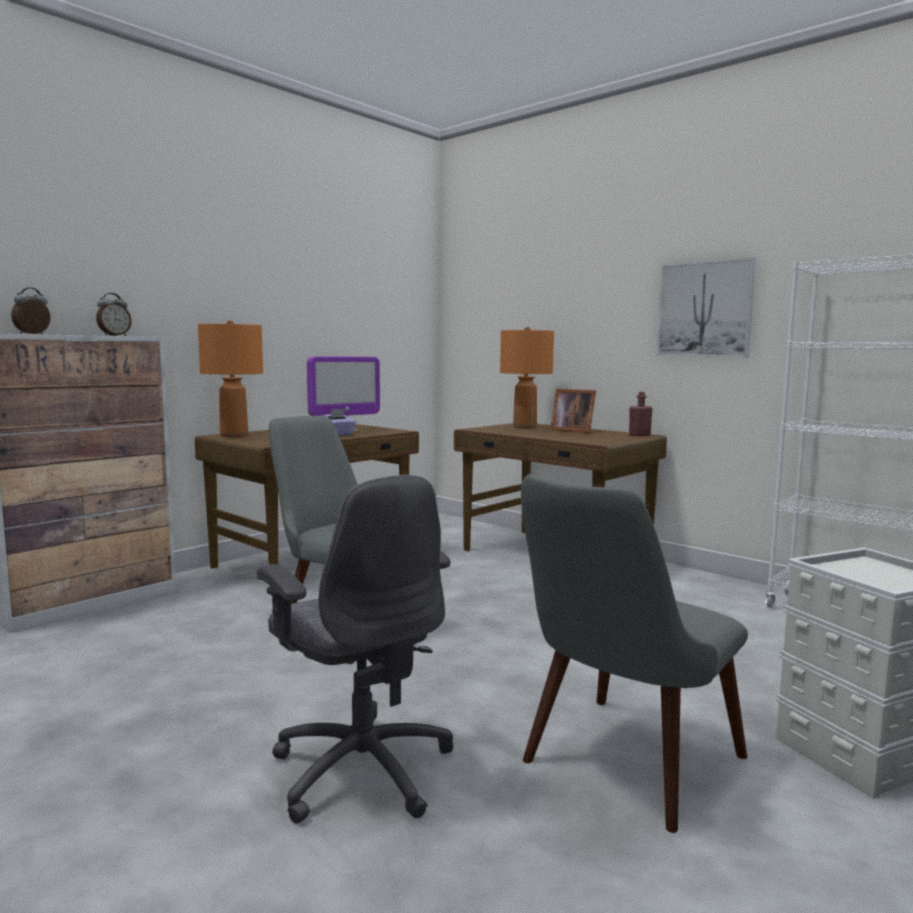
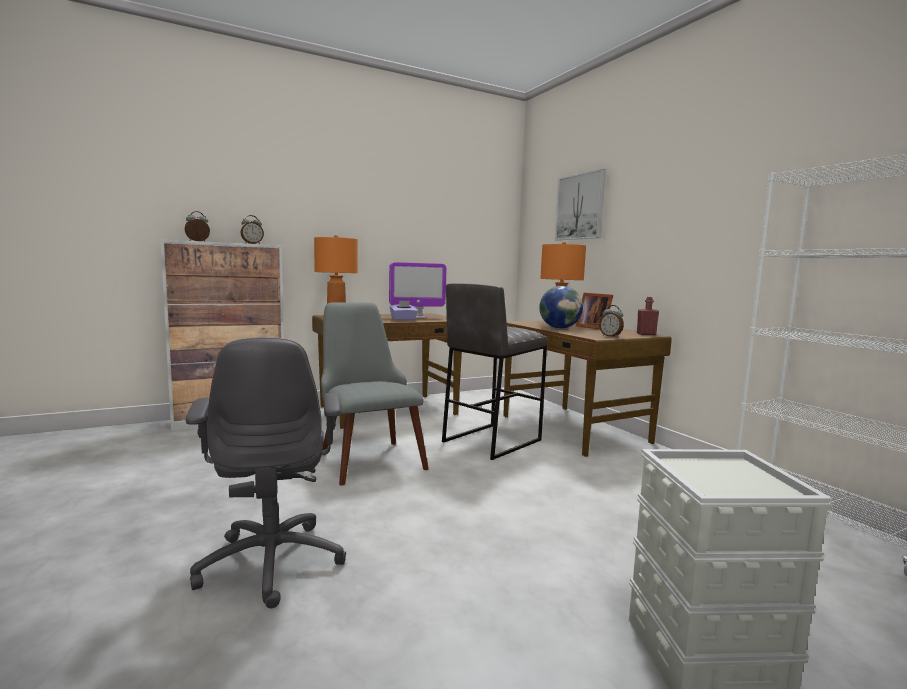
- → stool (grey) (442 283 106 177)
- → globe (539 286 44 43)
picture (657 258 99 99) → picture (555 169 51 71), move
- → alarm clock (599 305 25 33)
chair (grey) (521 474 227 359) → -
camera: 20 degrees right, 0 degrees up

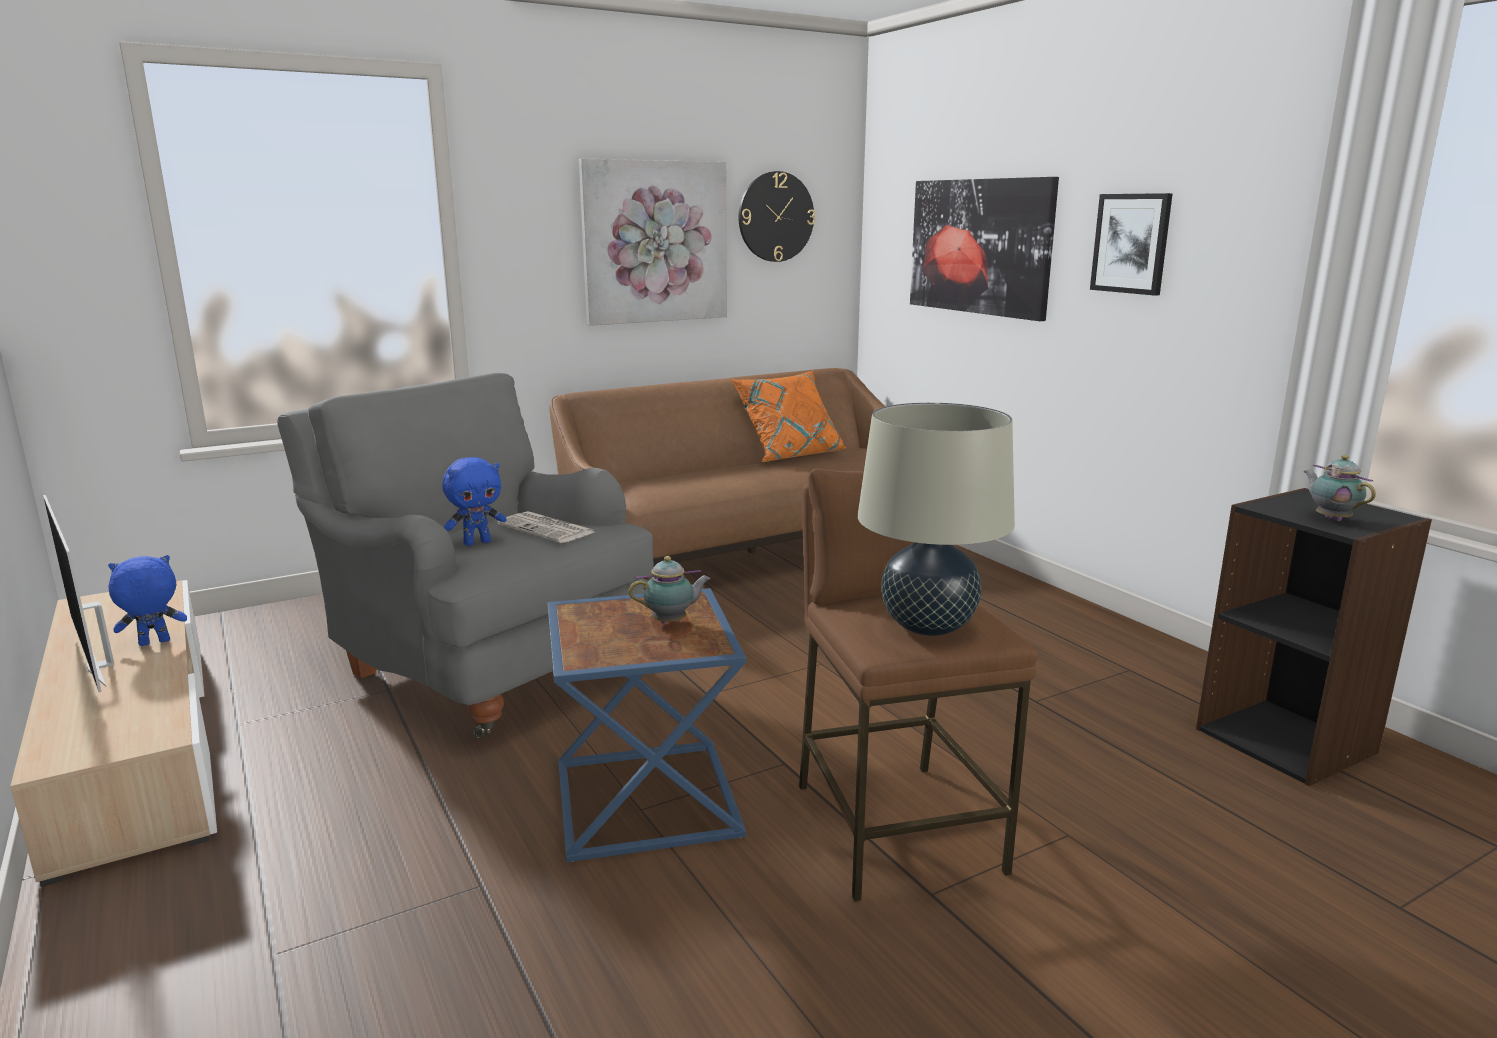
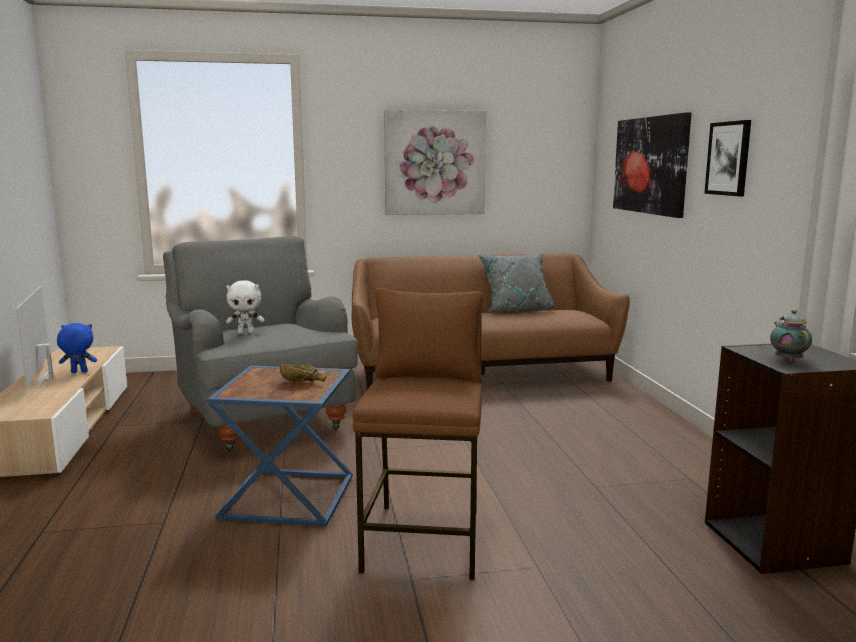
plush toy (blue) (442 457 64 89) → plush toy (white) (226 280 39 54)
teapot (628 556 82 67) → bowl (brown) (279 364 47 17)
pillow (orange) (731 371 115 91) → pillow (grey) (478 253 80 59)
newspaper (497 511 97 32) → -
wall clock (739 171 76 91) → -
table lamp (beige) (858 403 157 233) → -
camera: 20 degrees right, 5 degrees down

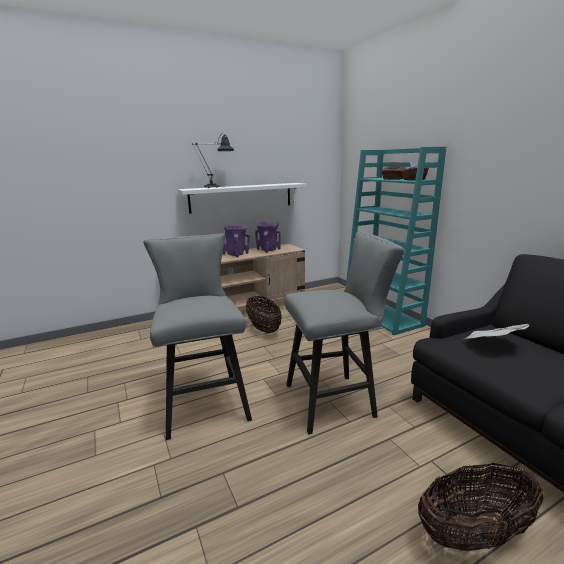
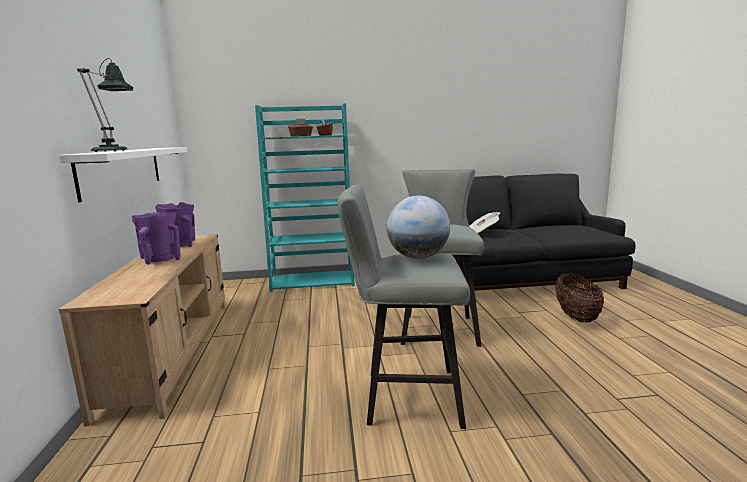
- → globe (387 196 63 63)
basket (246 296 35 37) → -
camera: 70 degrees left, 5 degrees down

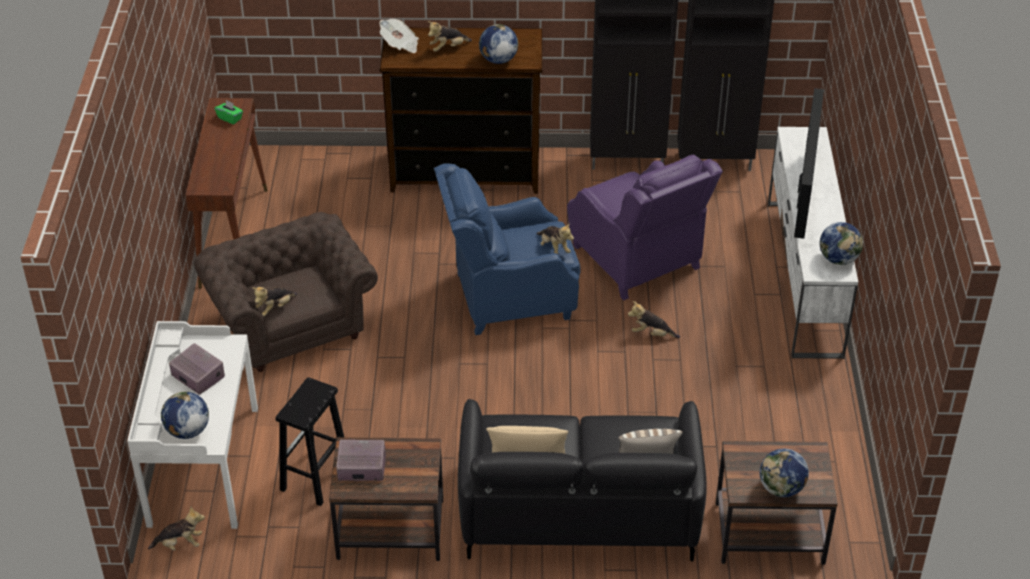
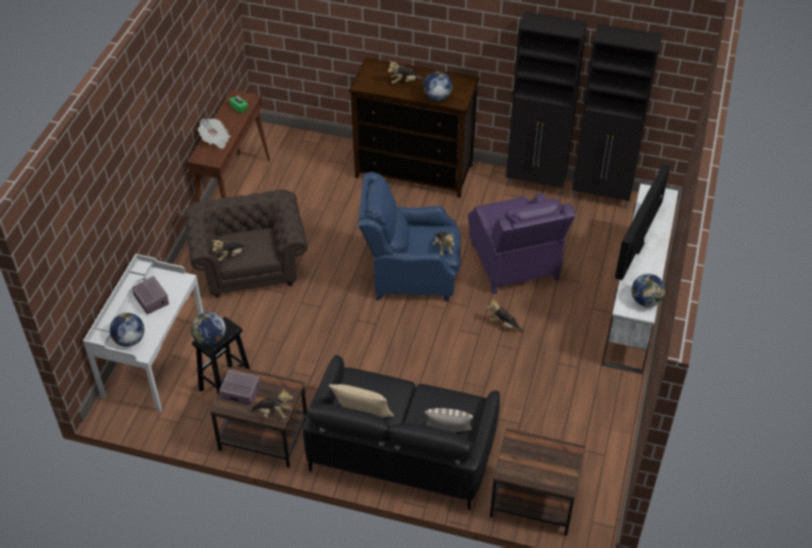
globe (760 449 49 48) → globe (191 312 35 34), move
newspaper (379 19 40 34) → newspaper (198 118 33 31), move
plush toy (148 507 57 44) → plush toy (249 388 44 30), move
camera: 15 degrees right, 5 degrees up

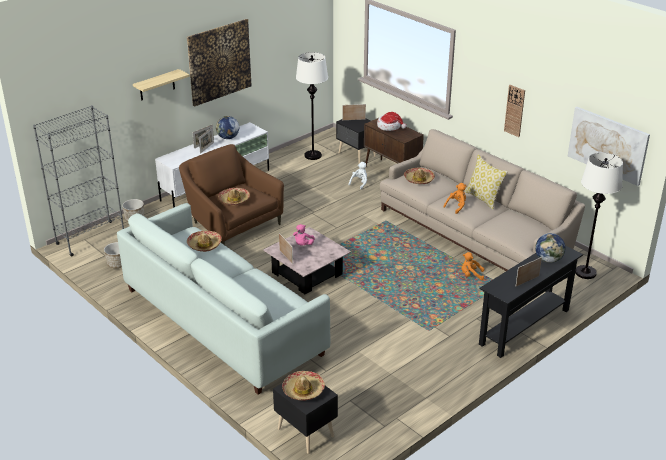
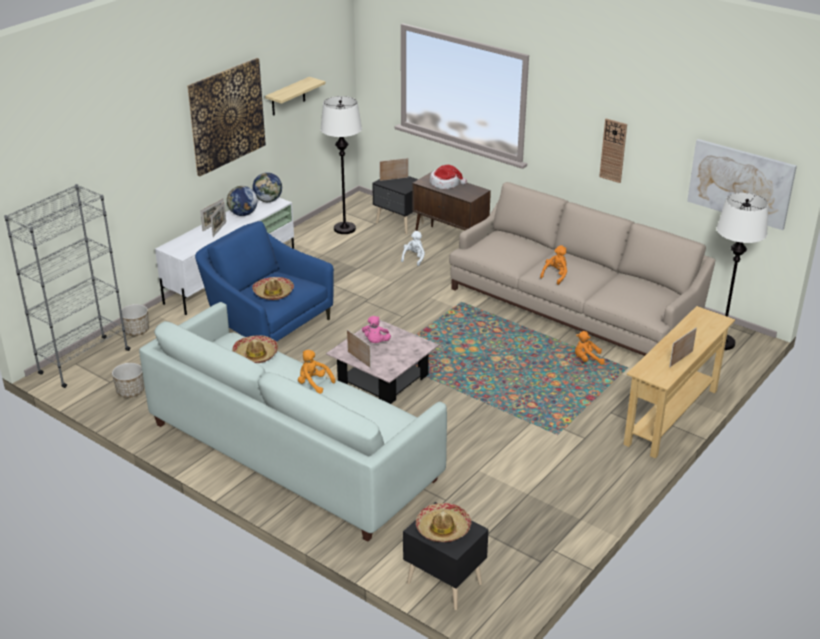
armchair (brown) (179 144 105 101) → armchair (blue) (195 221 139 121)
globe (535 233 31 30) → globe (253 172 29 30), move
shelf (133 69 57 32) → shelf (265 77 60 39), move
- → plush toy (orange) (298 350 38 44)
console table (black) (479 245 104 113) → console table (beige) (623 306 112 152)
hat (404 167 31 17) → -
pillow (465 154 43 56) → -
camera: 10 degrees left, 0 degrees up

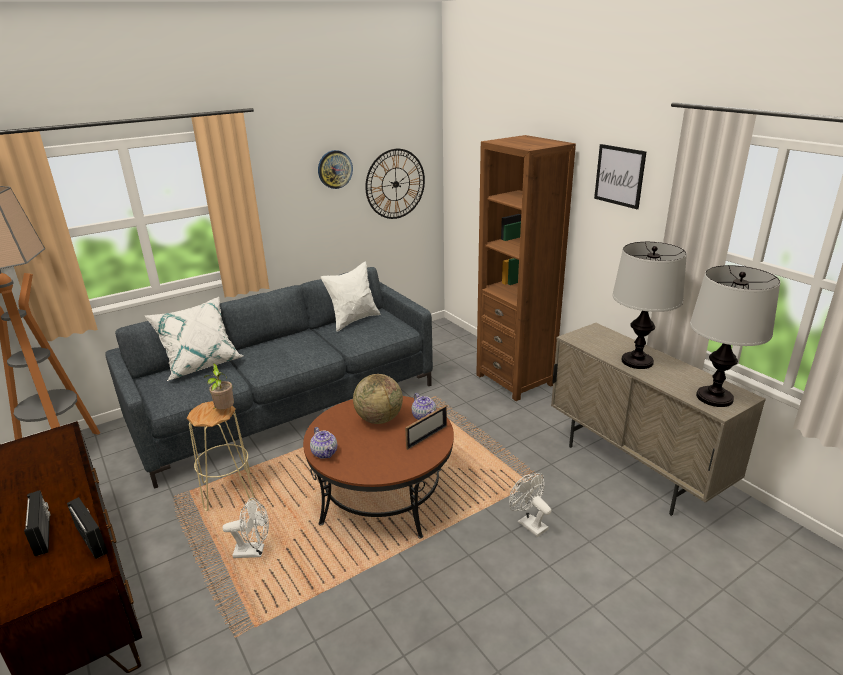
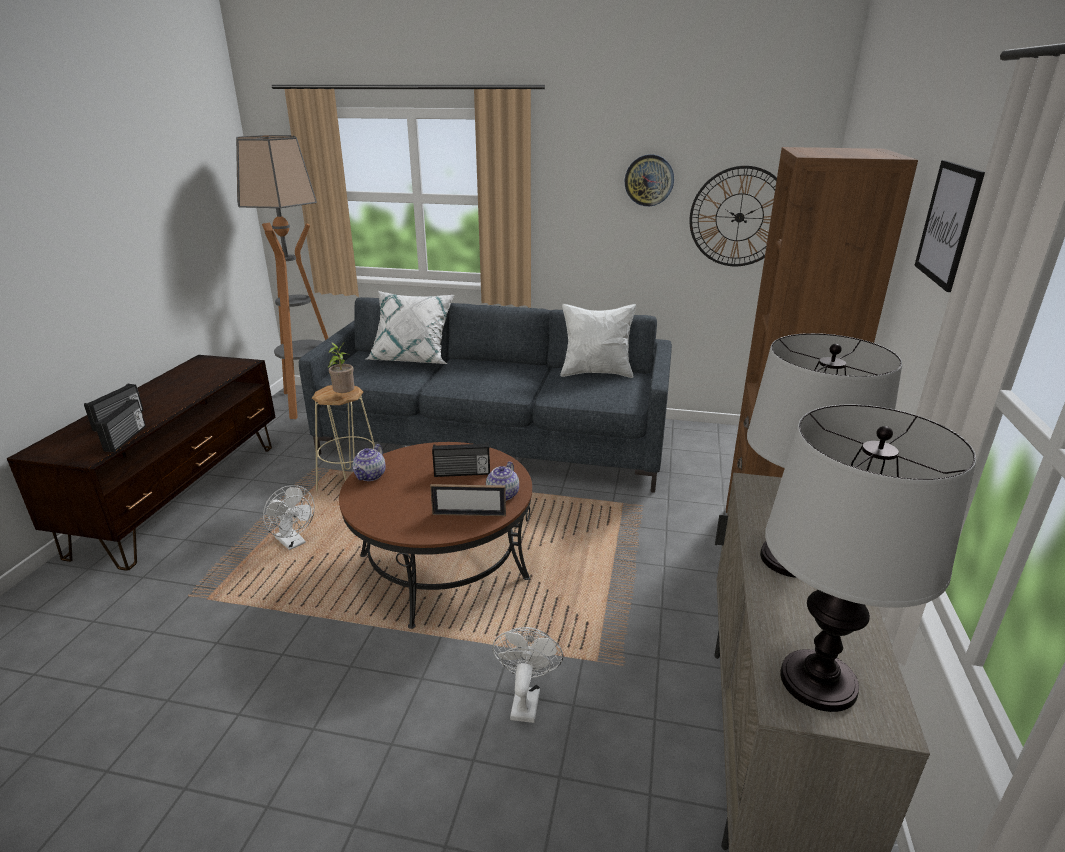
globe (353 374 50 50) → radio (432 442 58 35)
camera: 45 degrees right, 0 degrees up

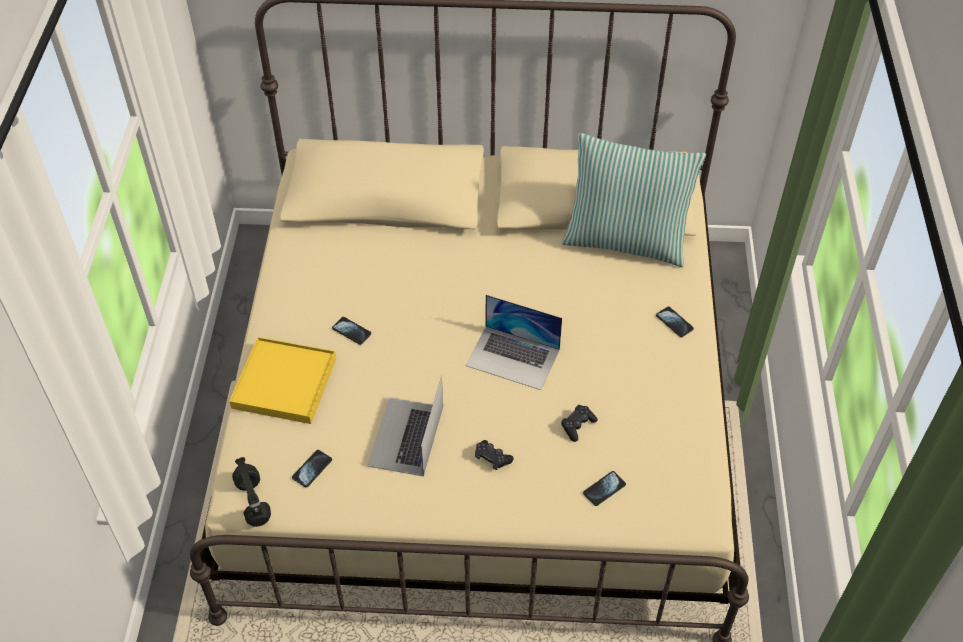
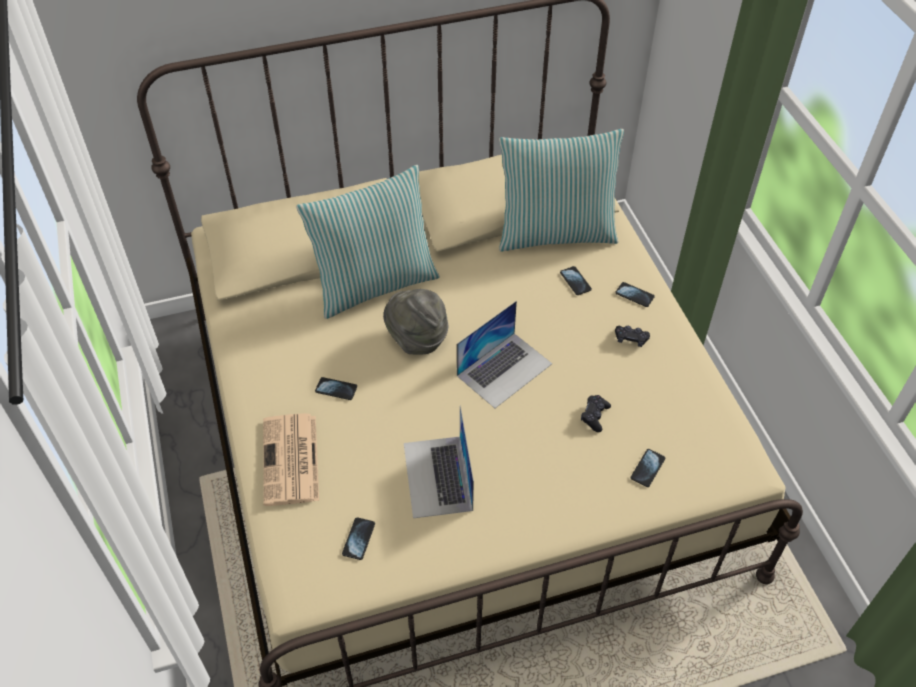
tray (yellow) (229 337 107 87) → newspaper (263 413 56 93)
- → pillow (296 165 144 154)
- → hat (grey) (383 289 65 65)
laptop (466 295 96 95) → laptop (457 301 95 107), 45 degrees counterclockwise
- → phone (560 266 32 29)
game controller (black) (475 440 39 30) → game controller (black) (615 326 35 21), move
headphones (black) (232 457 39 70) → -
camera: 20 degrees left, 0 degrees up

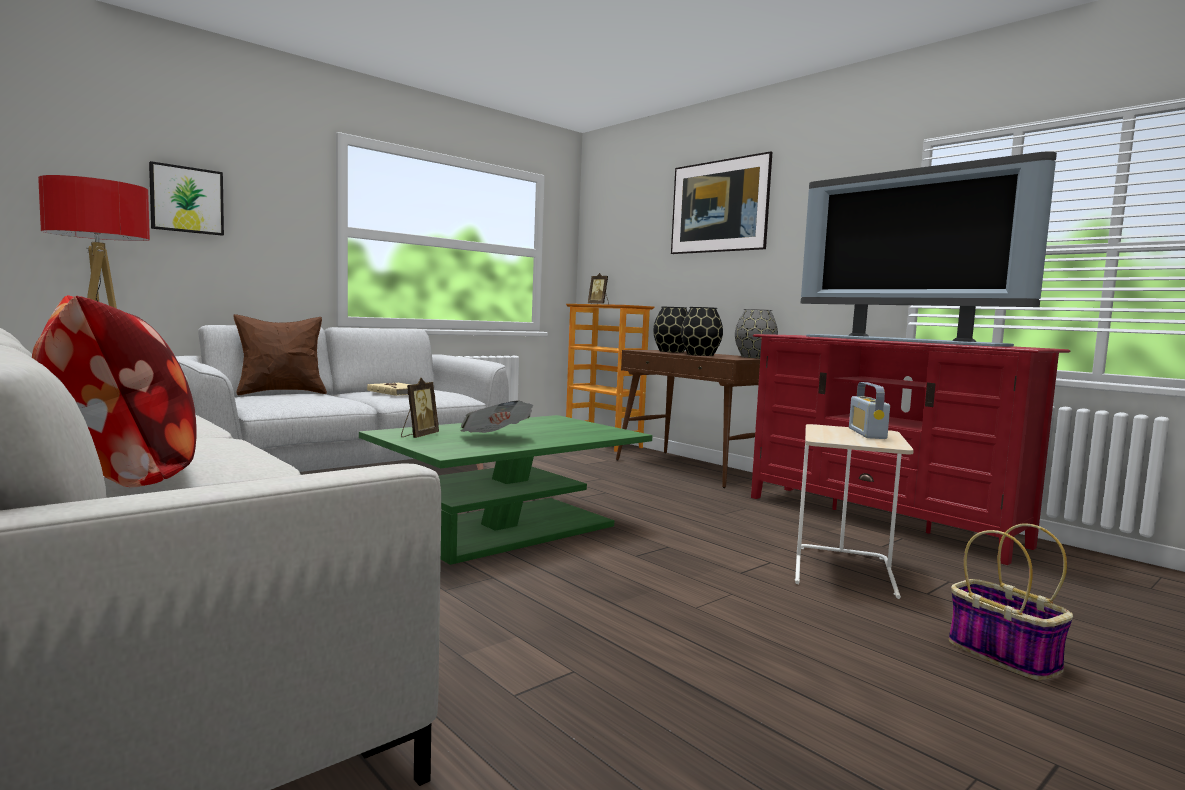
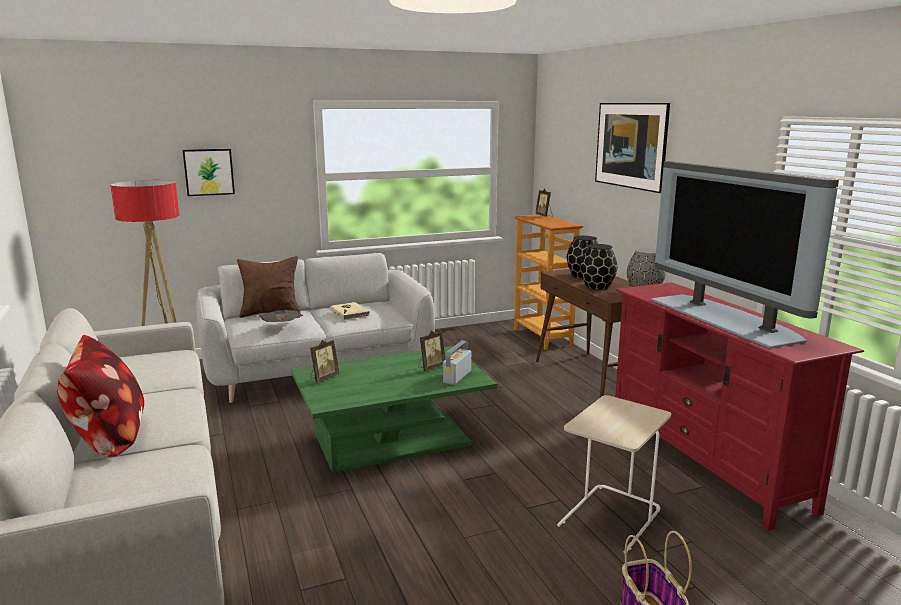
newspaper (460 400 73 33) → newspaper (259 310 44 12), move
- → picture frame (419 330 26 41)
radio (849 382 41 57) → radio (443 341 28 44), move
camera: 20 degrees right, 10 degrees up

